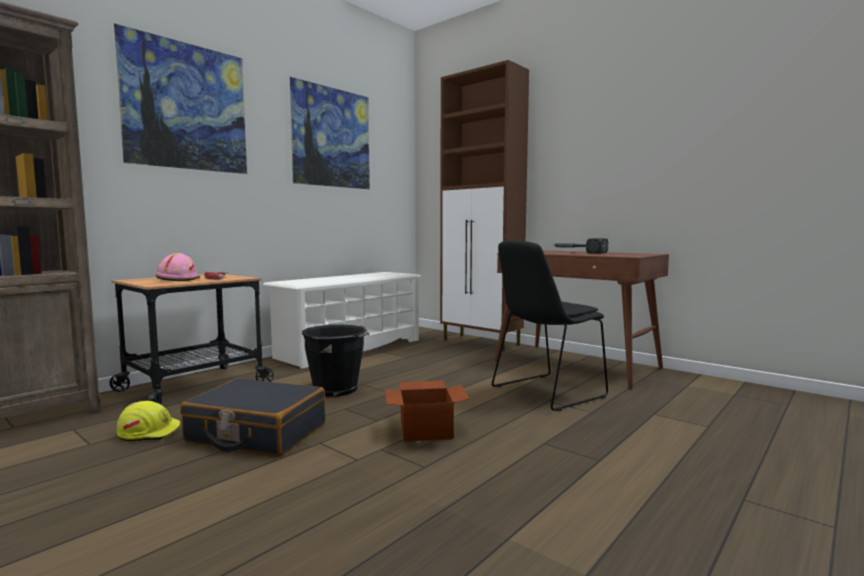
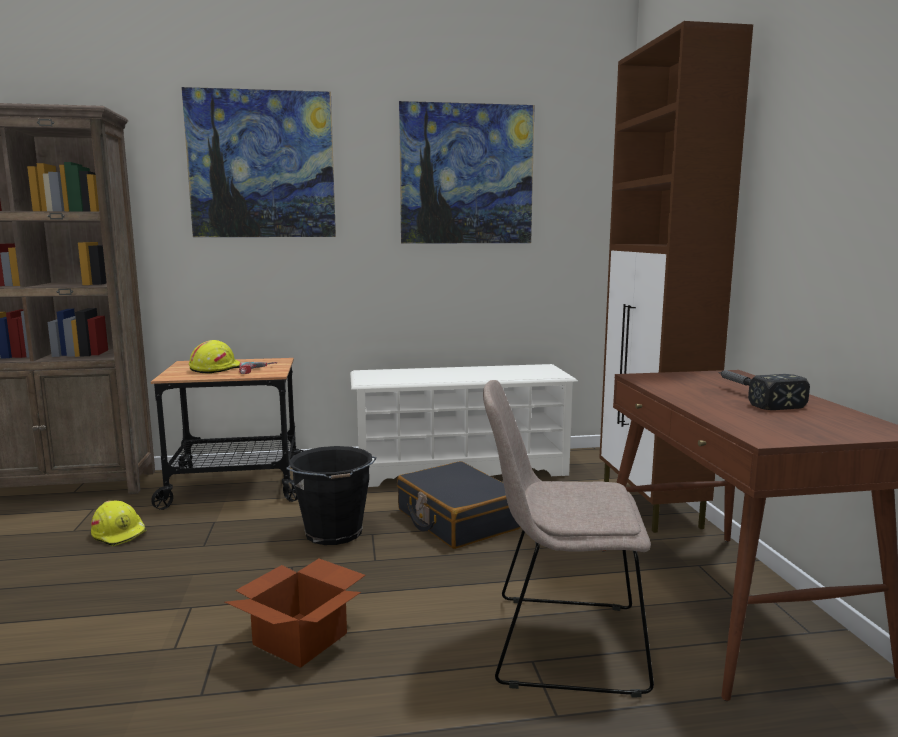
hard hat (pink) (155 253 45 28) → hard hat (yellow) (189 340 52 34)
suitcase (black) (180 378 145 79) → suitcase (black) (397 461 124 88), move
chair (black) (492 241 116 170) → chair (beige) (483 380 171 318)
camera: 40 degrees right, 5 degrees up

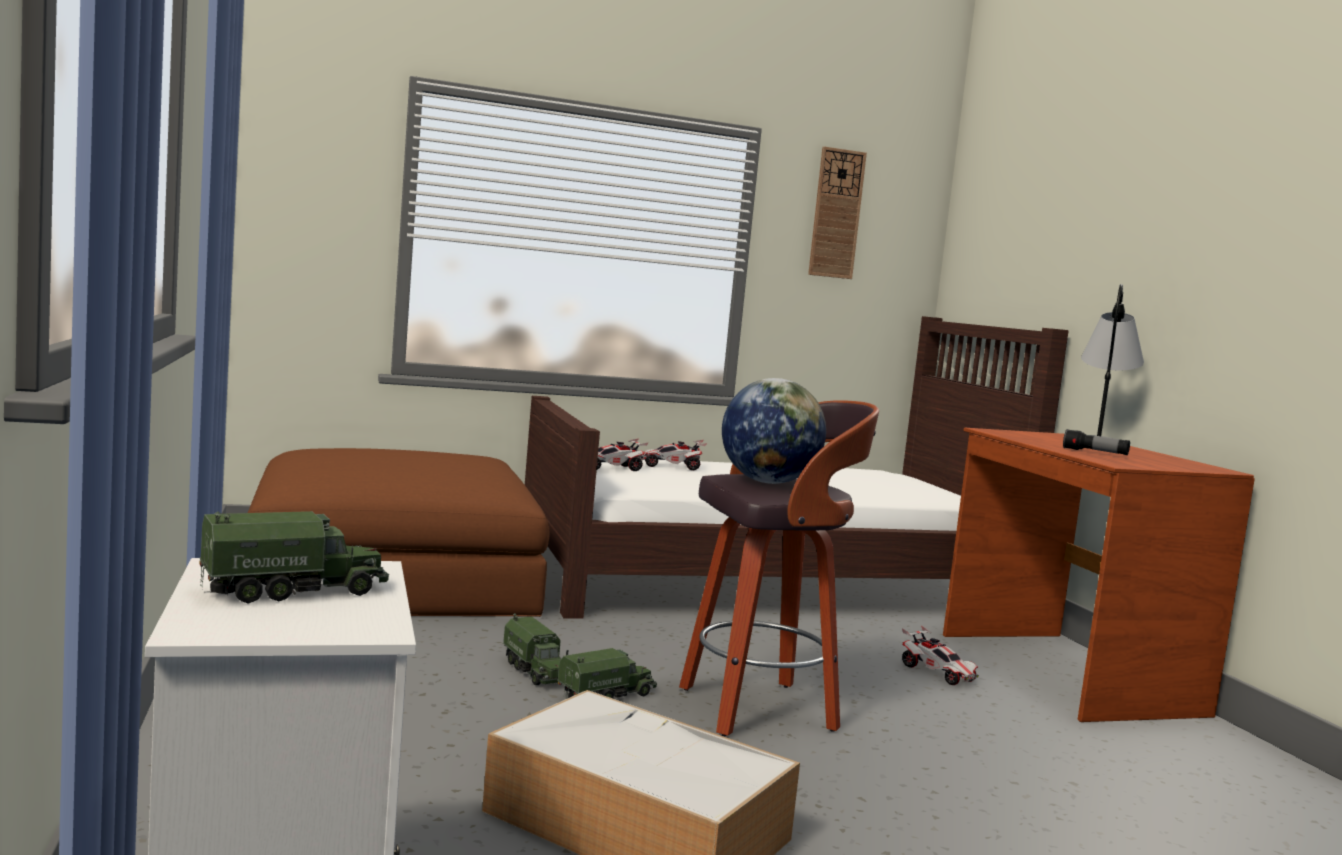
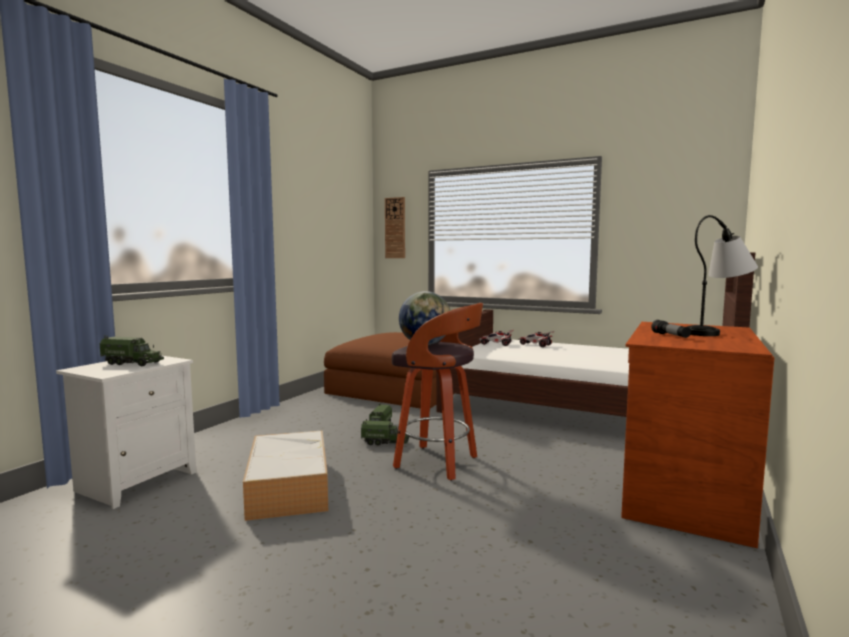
wall clock (808 147 59 132) → wall clock (385 197 20 61), move
toy car (902 625 77 60) → -
camera: 45 degrees right, 0 degrees up

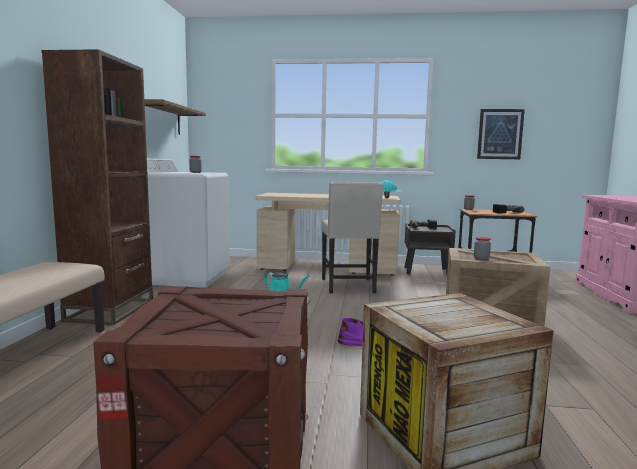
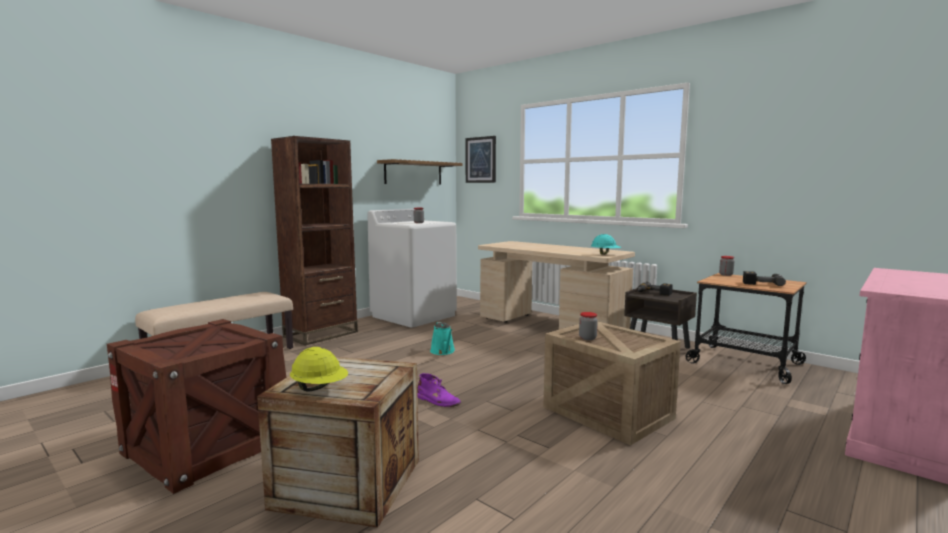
- → hard hat (yellow) (290 347 58 45)
picture (477 109 48 50) → picture (466 136 30 47), move
chair (beige) (322 182 61 111) → -
camera: 35 degrees right, 0 degrees up

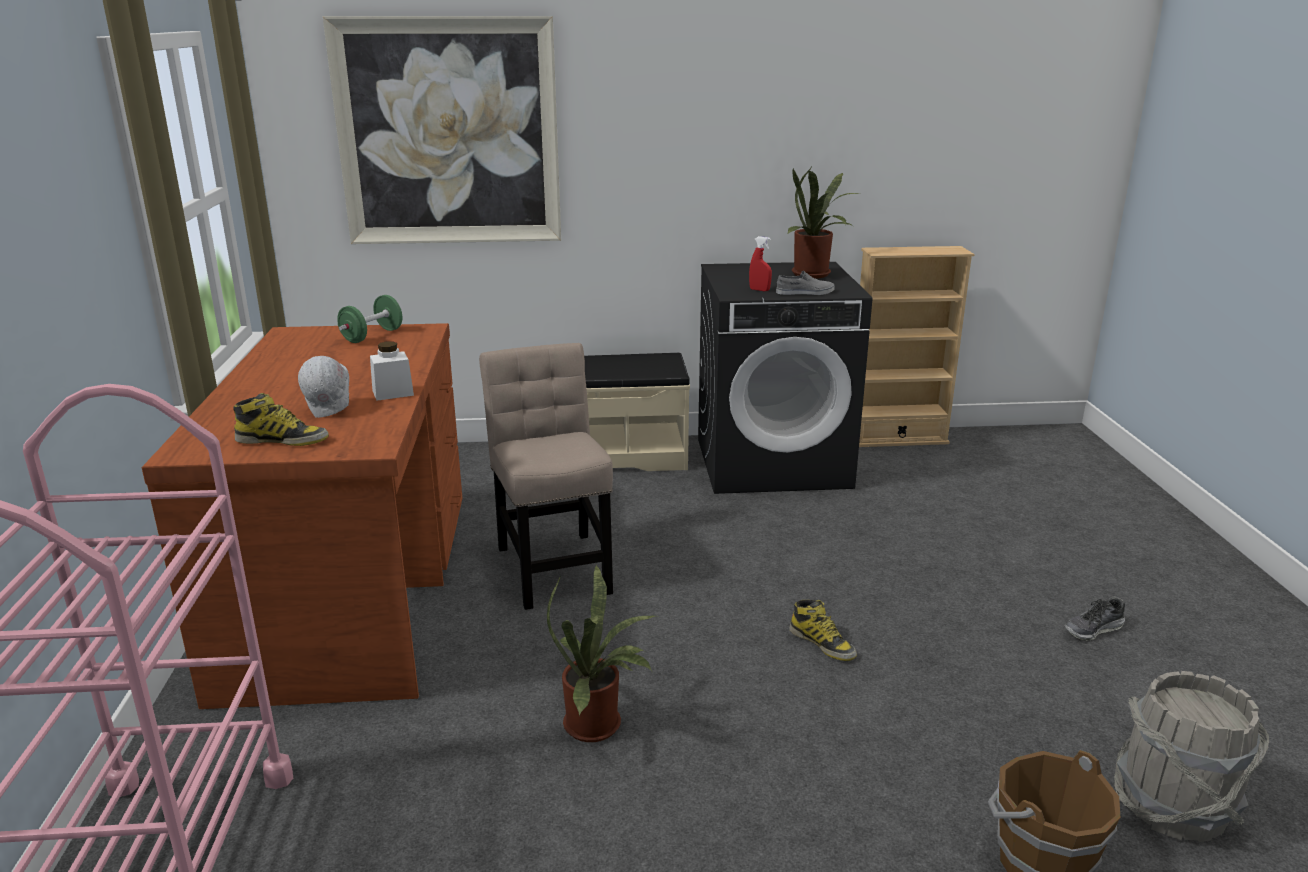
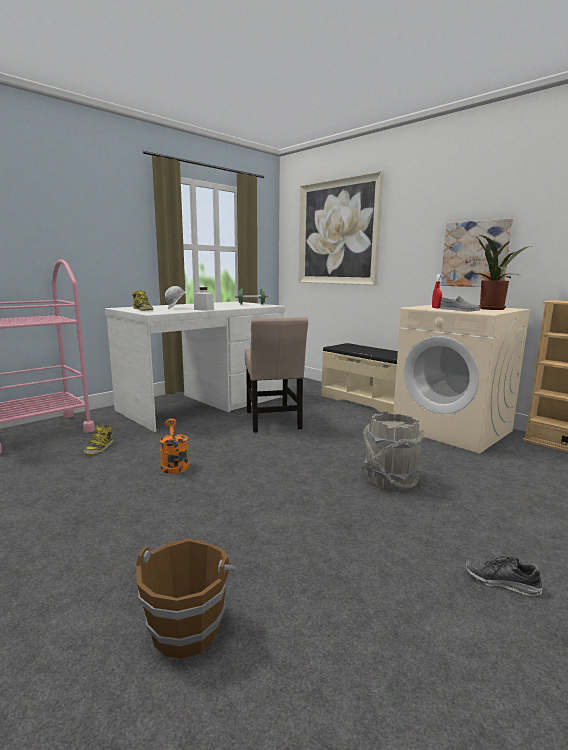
boot (789 600 68 61) → boot (84 425 30 30), move
desk (brown) (142 323 321 386) → desk (white) (105 301 180 131)
potted plant (547 565 108 177) → watering can (orange) (160 419 29 55)
chair (beige) (479 343 134 267) → chair (beige) (245 317 63 116), 135 degrees clockwise
bucket (grey) (1114 671 155 171) → bucket (grey) (362 412 63 79), move
washing machine (black) (698 262 174 232) → washing machine (beige) (393 305 138 149)
- → picture (441 218 72 69)
camera: 50 degrees right, 10 degrees down

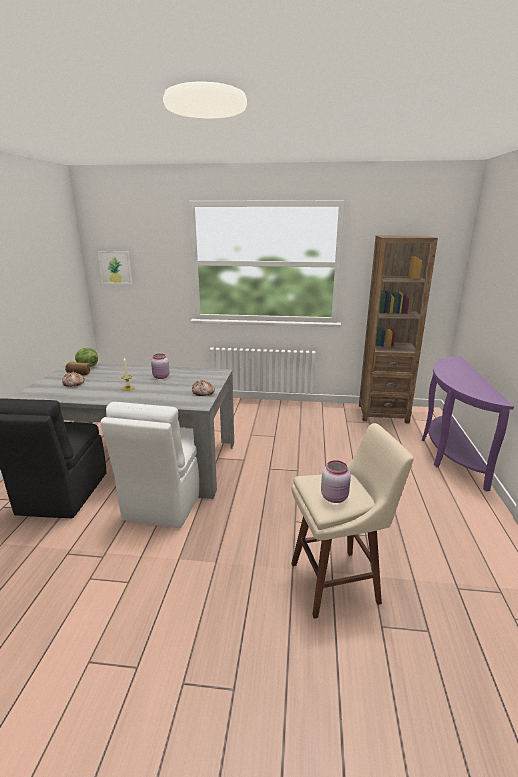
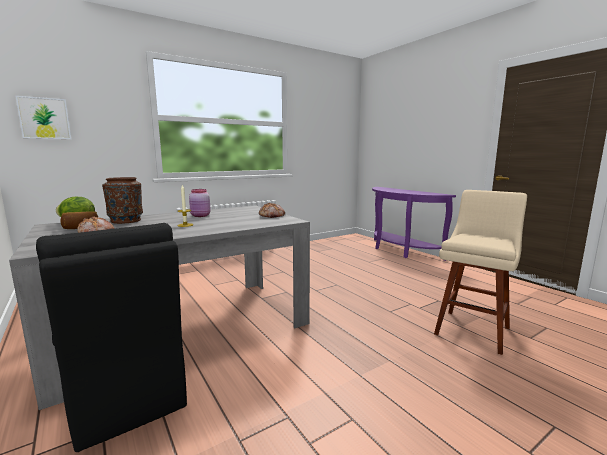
- → vase (brown) (102 177 41 47)
chair (white) (100 402 99 126) → -
jar (pink) (321 460 30 43) → -
bookcase (brown) (359 236 79 188) → -
camera: 40 degrees left, 10 degrees down

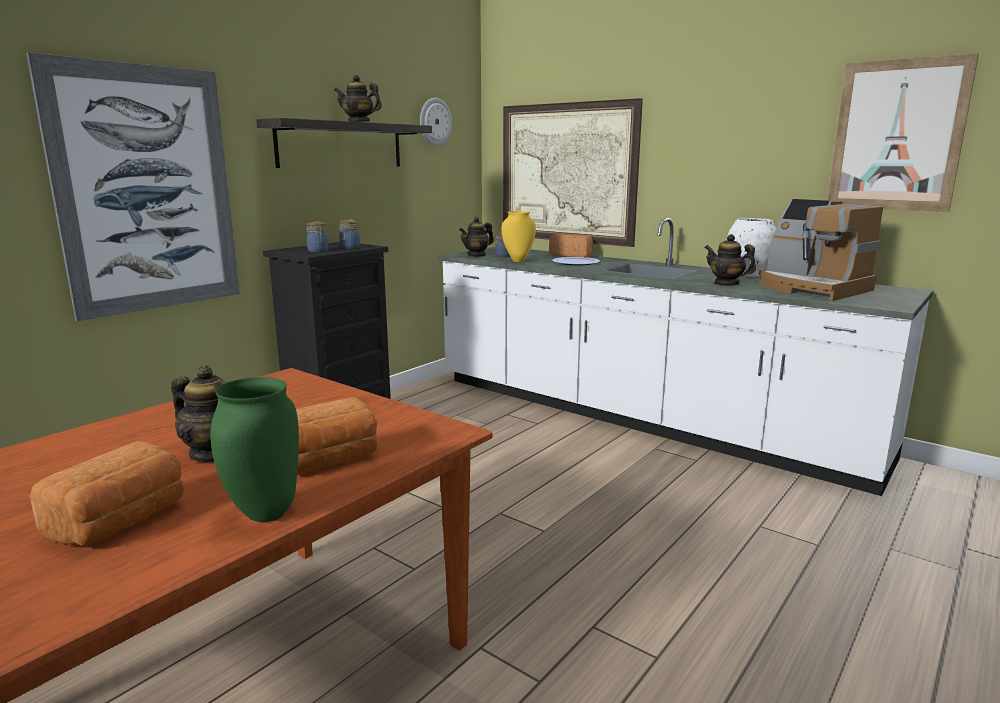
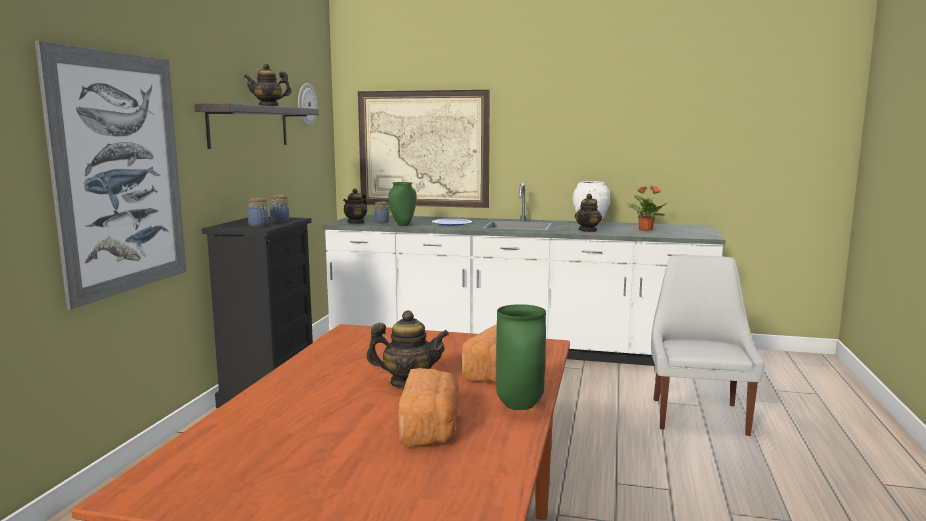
vase (yellow) (501 211 35 51) → vase (green) (388 182 29 44)
teapot (705 234 51 52) → teapot (575 193 27 39), 75 degrees counterclockwise
coffee machine (758 199 125 102) → potted plant (628 186 39 45)
- → chair (white) (651 255 114 181)
bread (549 234 44 23) → -
picture (828 53 151 159) → -
camera: 25 degrees left, 5 degrees down

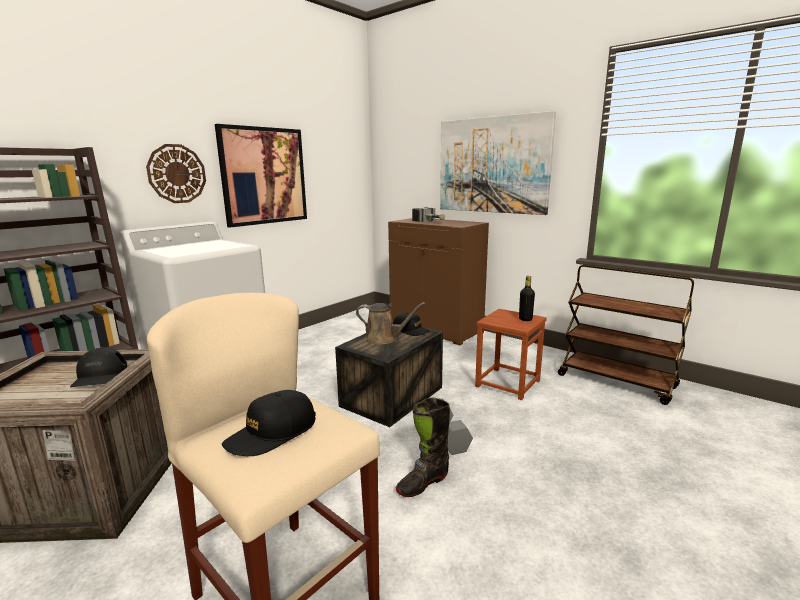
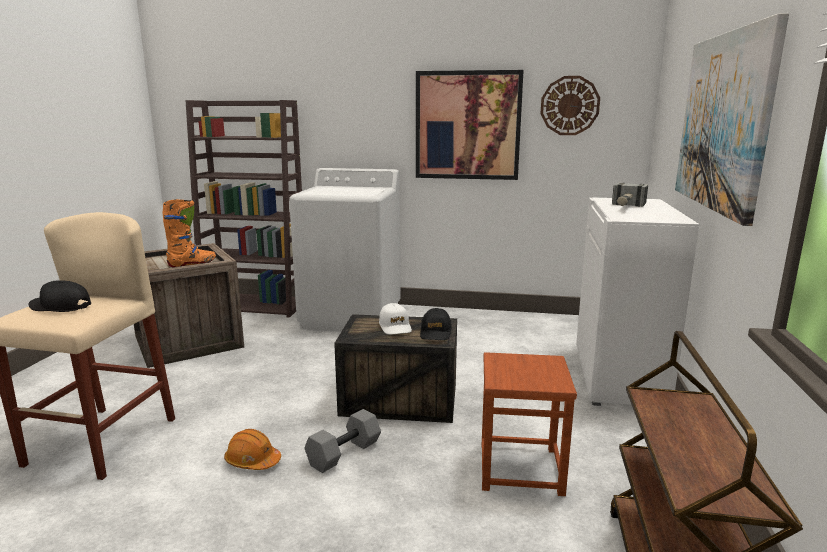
cap (black) (70 347 58 40) → boot (orange) (162 199 54 68)
boot (black) (396 397 54 100) → hard hat (orange) (224 429 57 41)
watering can (brown) (356 302 70 43) → cap (white) (379 303 33 31)
wall clock (146 144 60 59) → wall clock (540 76 60 59), move
cabinet (brown) (388 218 101 127) → cabinet (white) (576 197 123 209)
bottle (black) (519 276 16 45) → -
camera: 60 degrees right, 0 degrees up

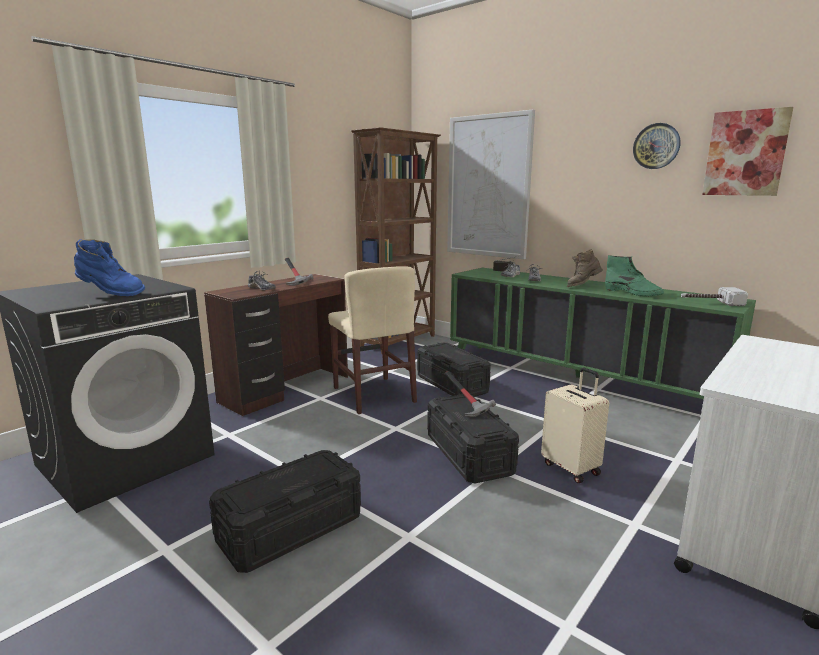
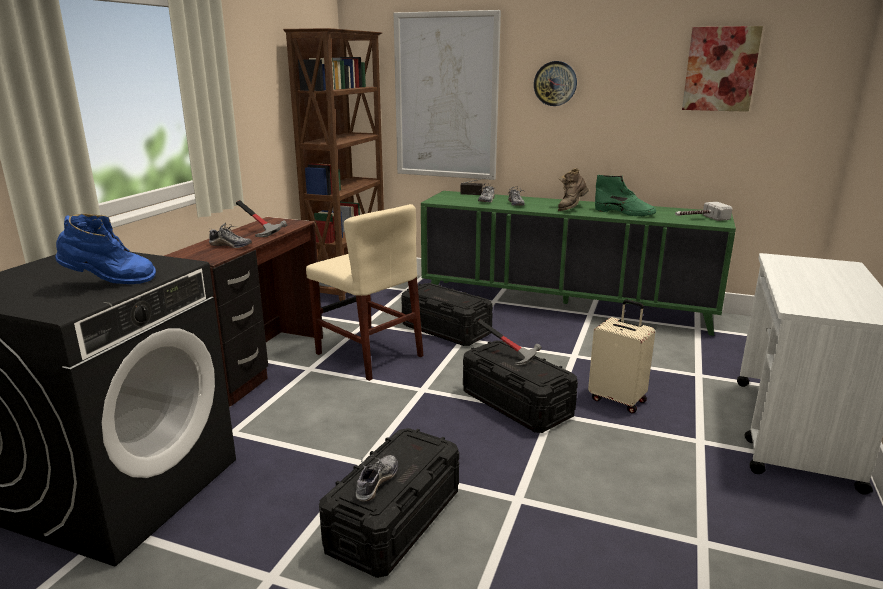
- → shoe (356 455 42 46)
wall clock (633 123 48 46) → wall clock (534 61 43 45), move
camera: 20 degrees left, 5 degrees up

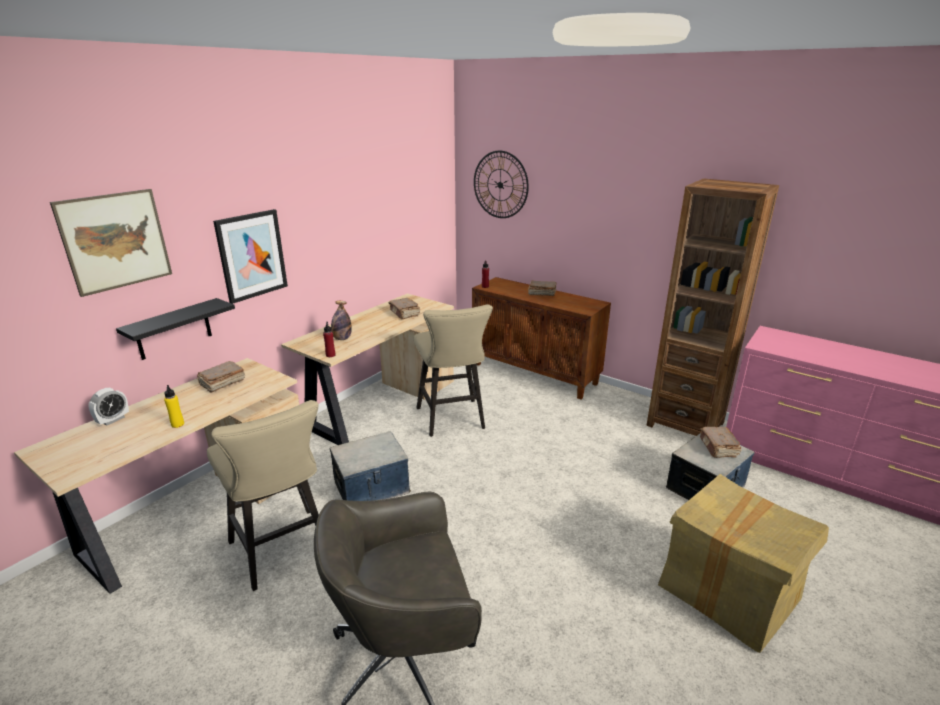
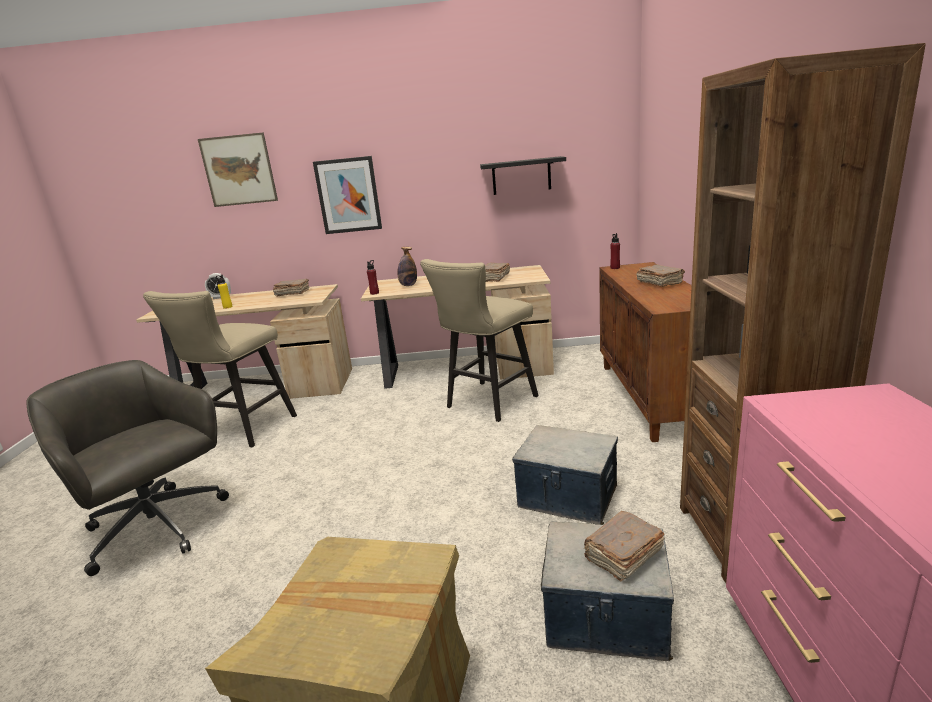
shelf (black) (116 298 119 62) → shelf (black) (480 156 86 39), move
storage box (330 431 81 70) → storage box (512 425 106 100), move
wall clock (474 151 55 67) → -
camera: 55 degrees right, 5 degrees down

